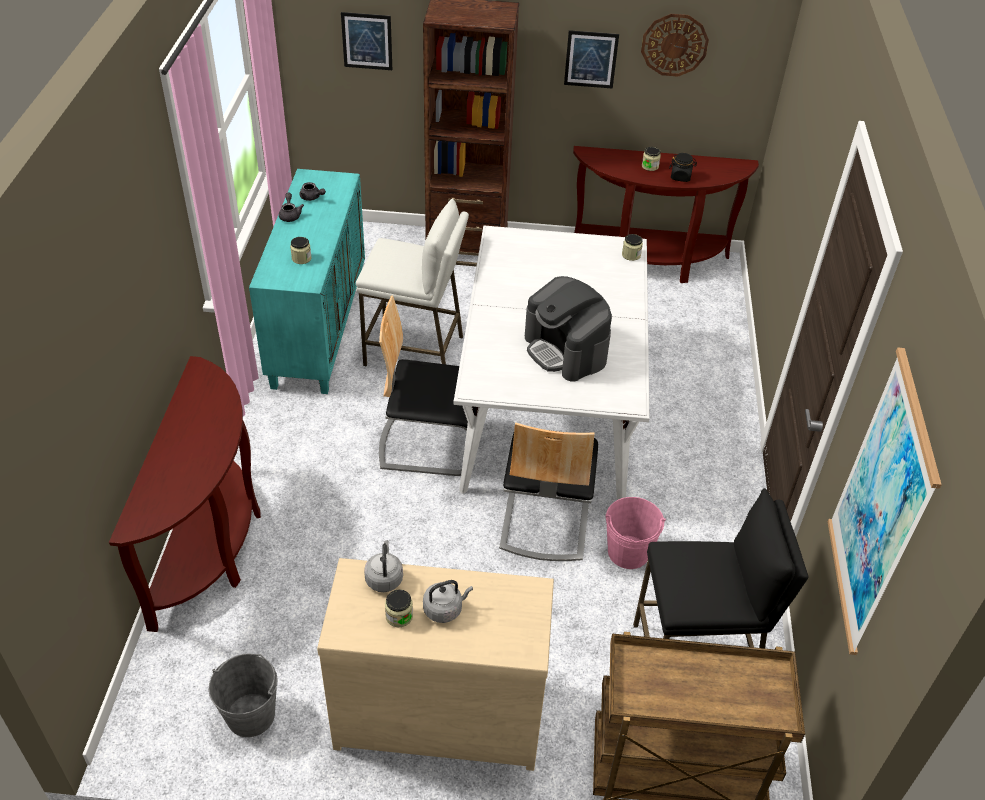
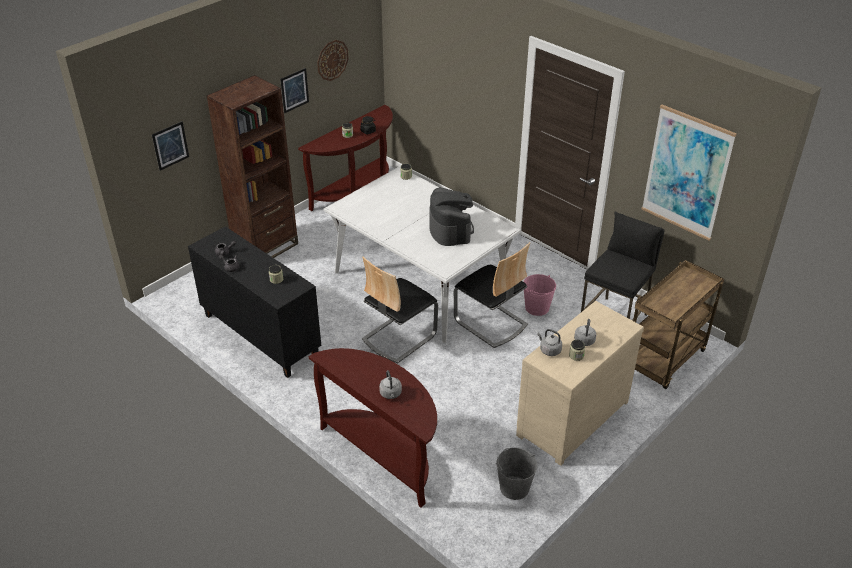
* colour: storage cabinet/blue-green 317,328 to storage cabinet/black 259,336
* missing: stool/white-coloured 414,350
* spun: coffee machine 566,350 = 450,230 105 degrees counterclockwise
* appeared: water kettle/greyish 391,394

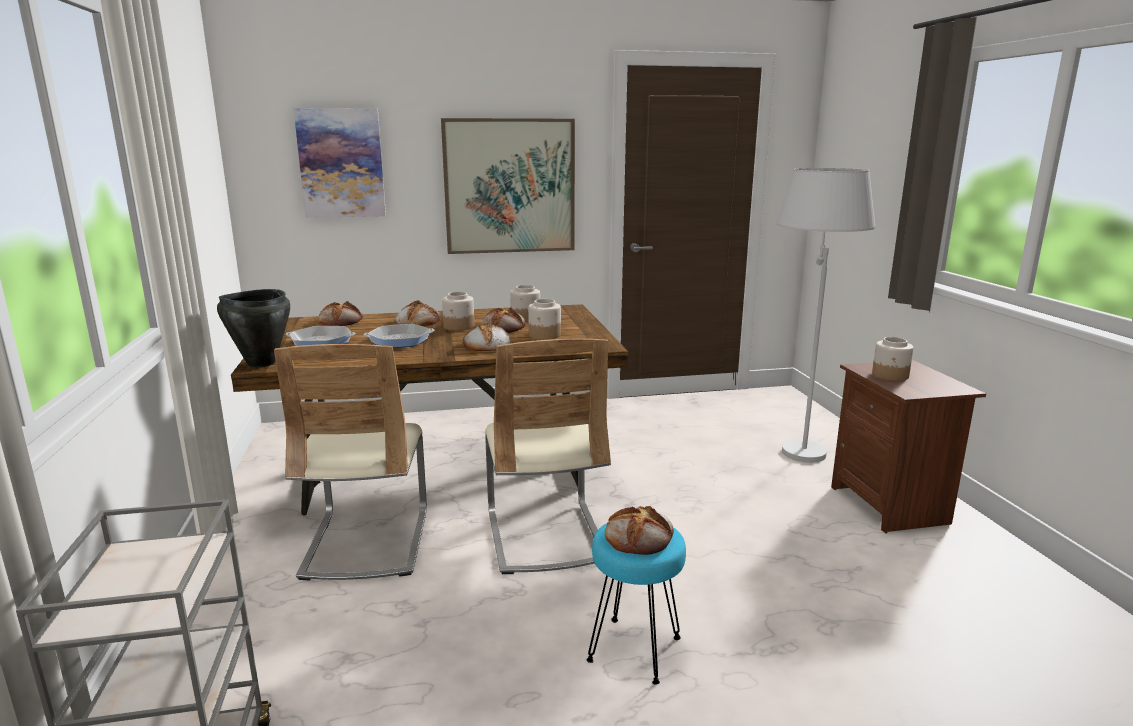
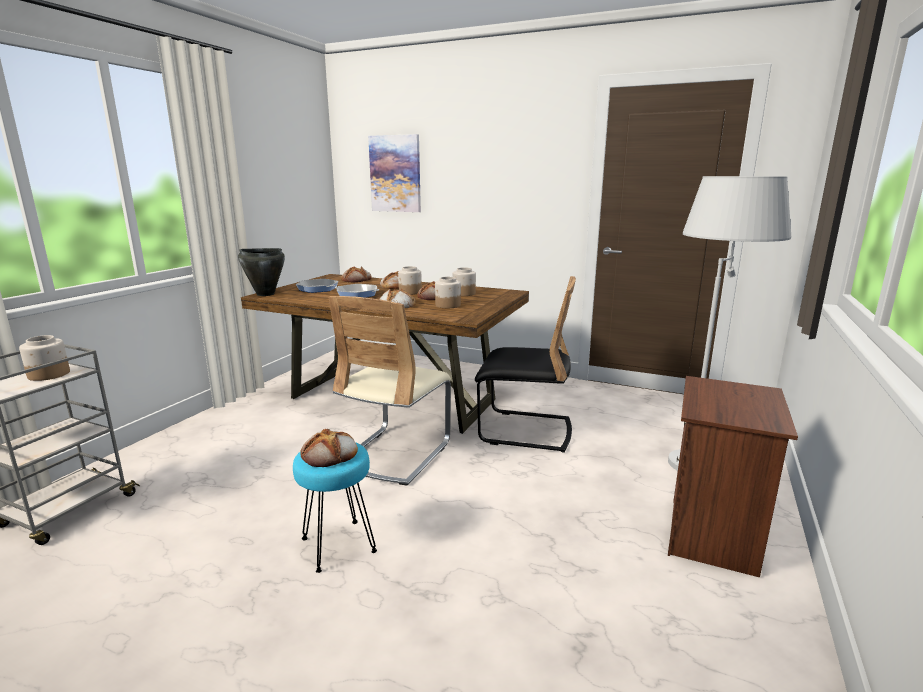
* missing: chair/sand-coloured 366,543
* missing: wall picture 509,186
* relocated: preserve jar 890,375 to 48,374
* appeared: chair/black 525,431

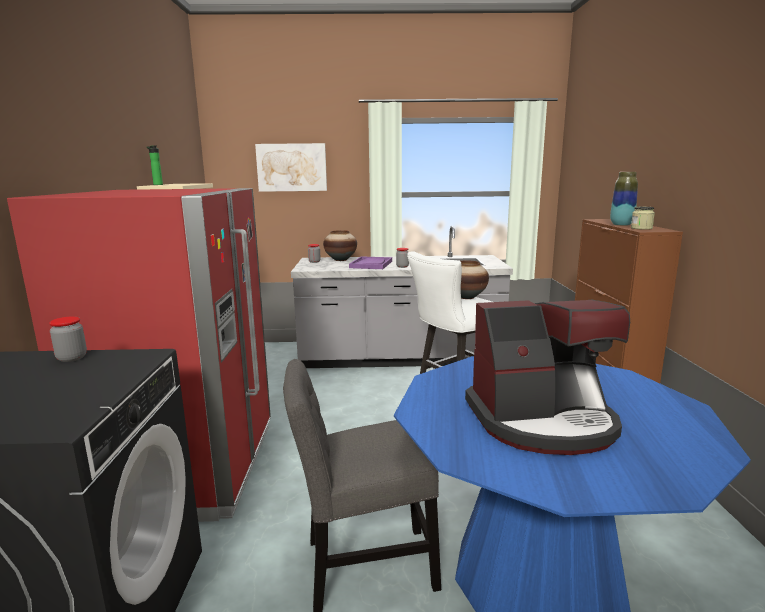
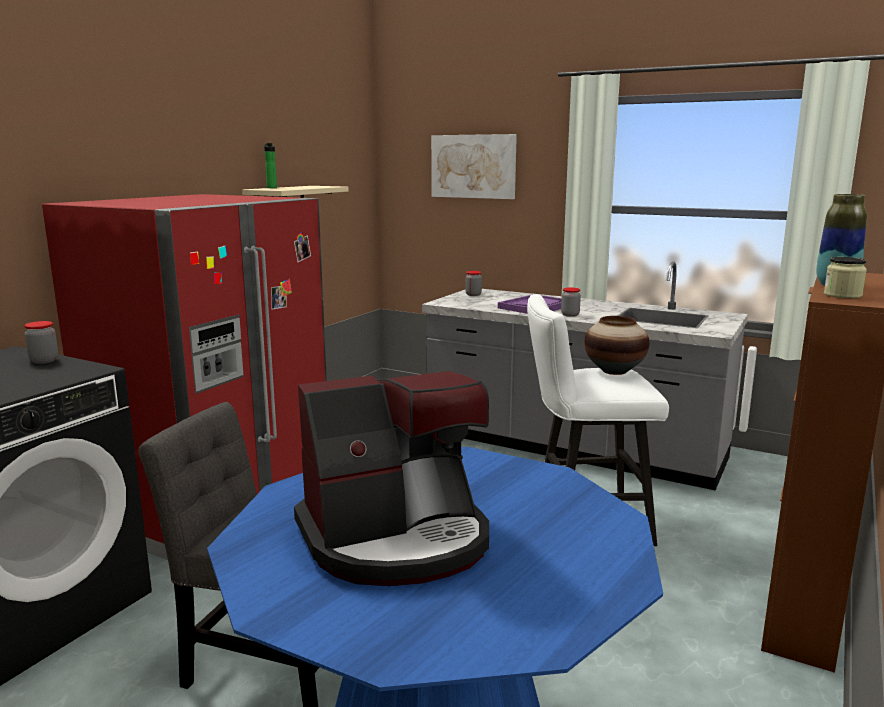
* missing: flower vase 340,260
* spun: coffee machine 542,421 = 397,539 45 degrees counterclockwise

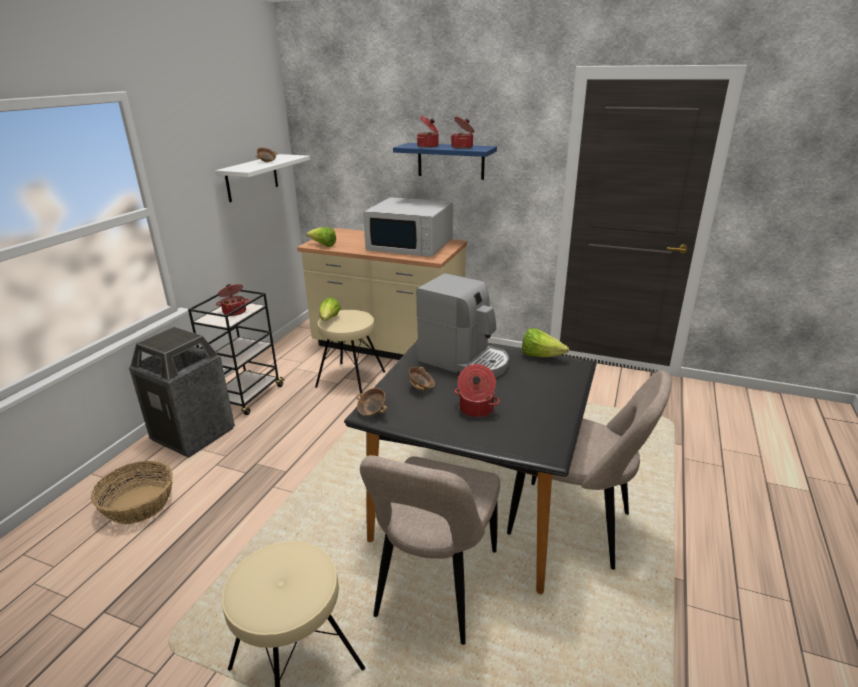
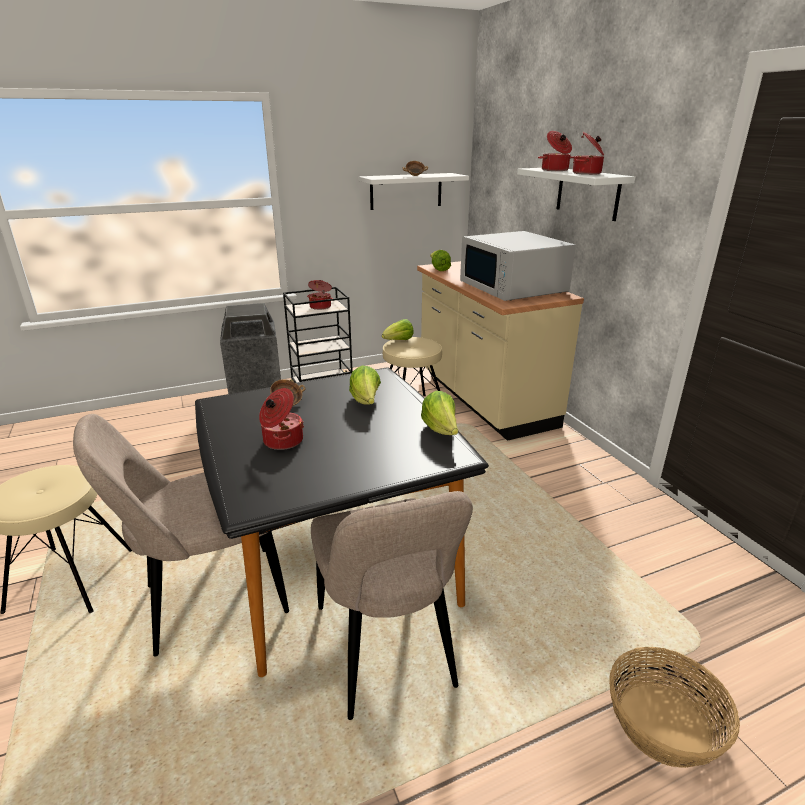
* relocated: storage basket 139,504 to 663,724
* missing: bowl 372,412
* colour: wall shelf/blue 450,161 to wall shelf/white-coloured 587,193
* exchanged: coffee machine 464,361 to head of lettuce 366,401

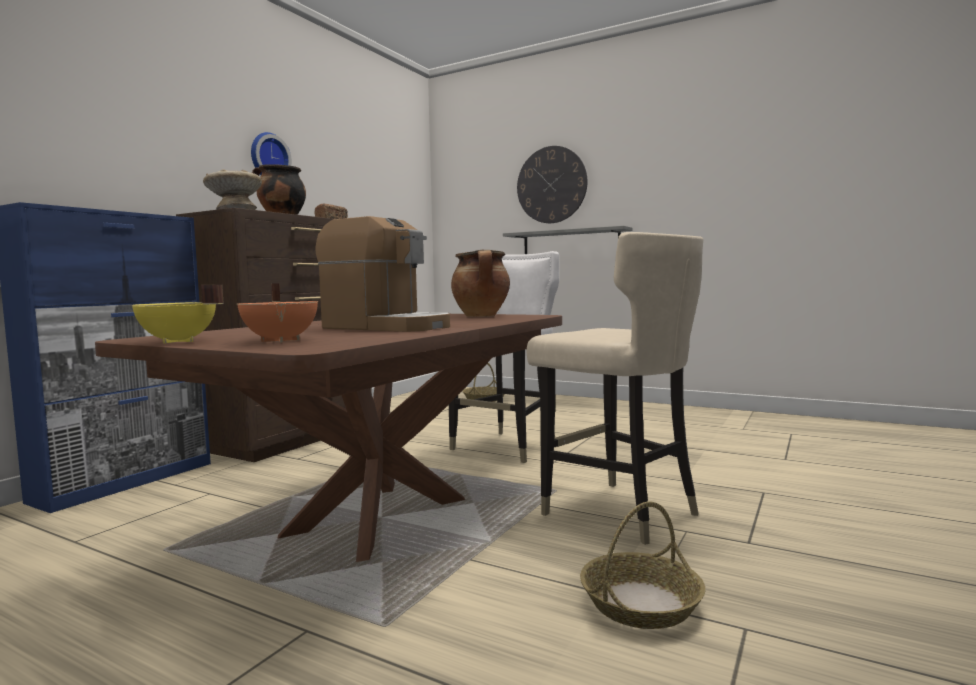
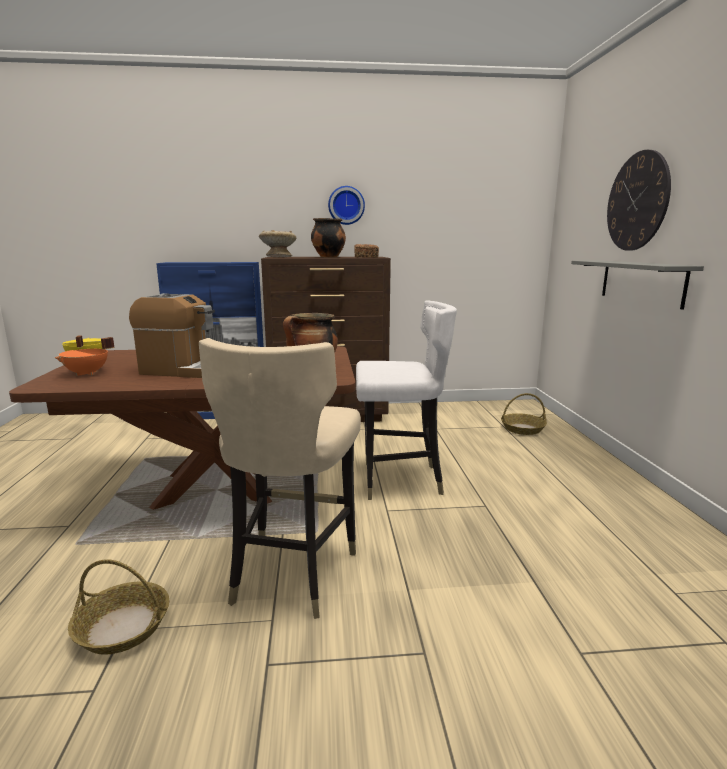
* spun: coffee machine 386,327 = 187,370 75 degrees counterclockwise

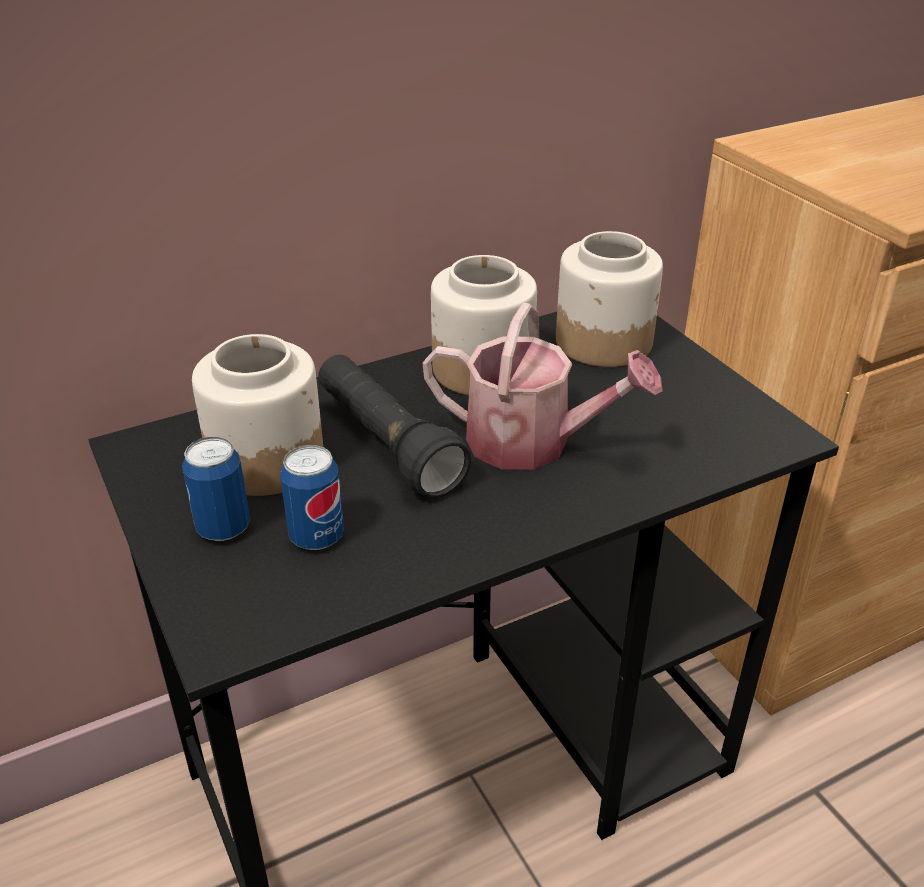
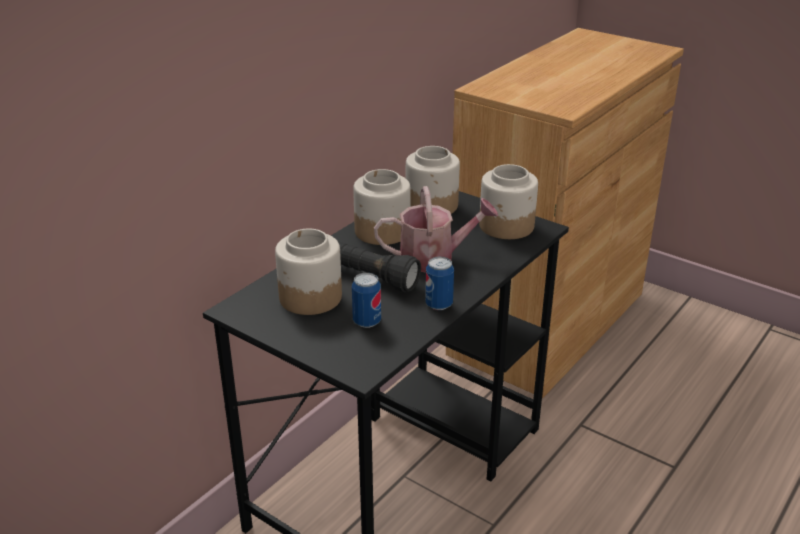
* relocated: can 223,528 to 439,304
* appeared: preserve jar 506,226

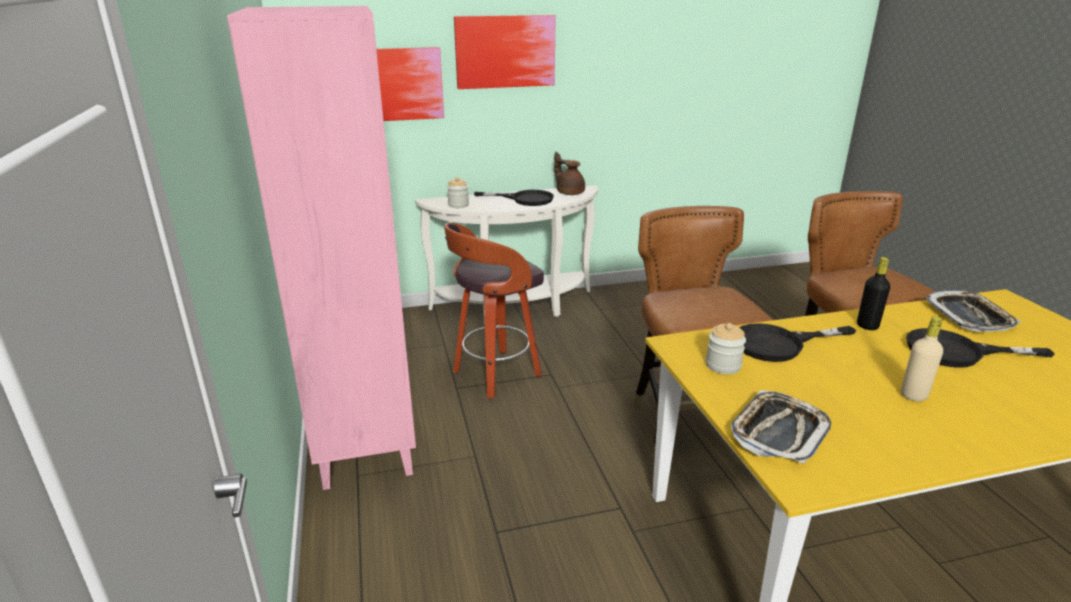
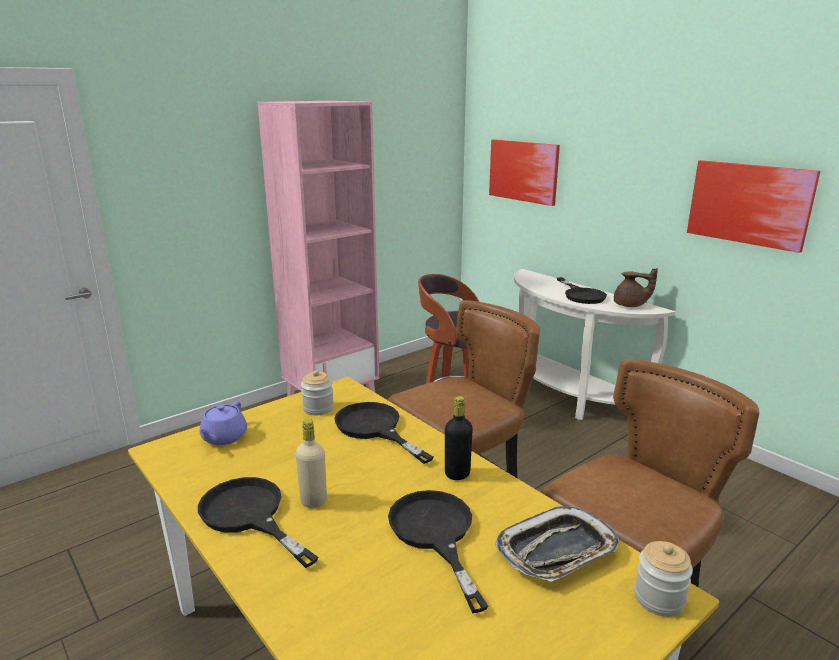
* relocated: preserve jar 458,205 to 659,598
* relocated: wall picture 505,51 to 749,204
* spun: teapot/brown-coloured 569,192 = 630,305 90 degrees clockwise
* exchanged: tray 778,432 to teapot/purple-coloured 223,438
* appeared: skillet/black 249,516

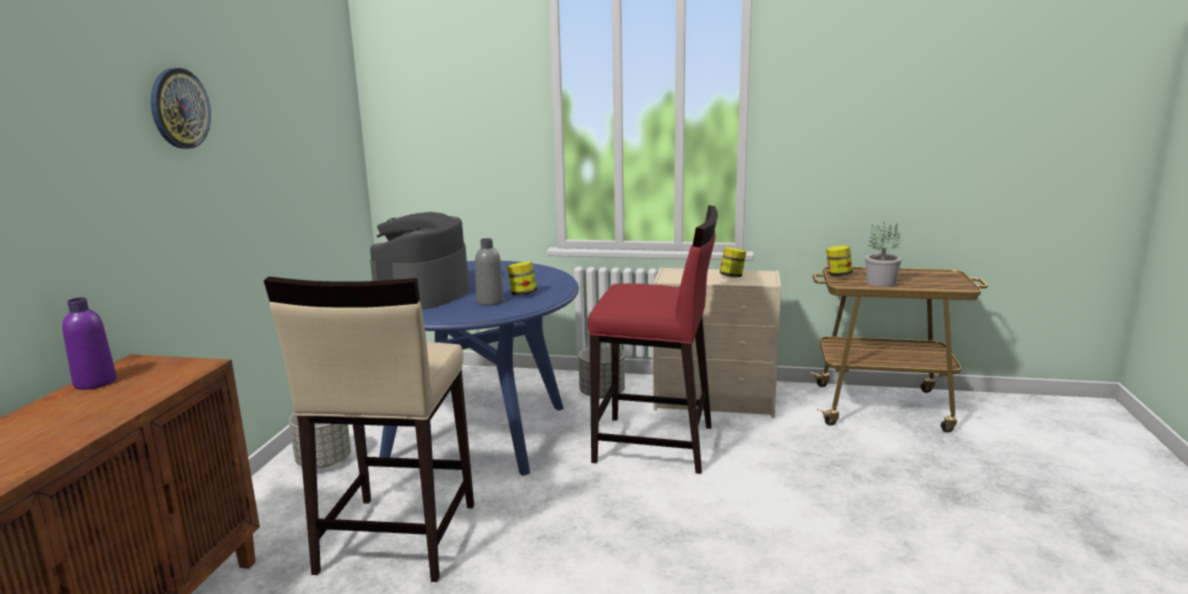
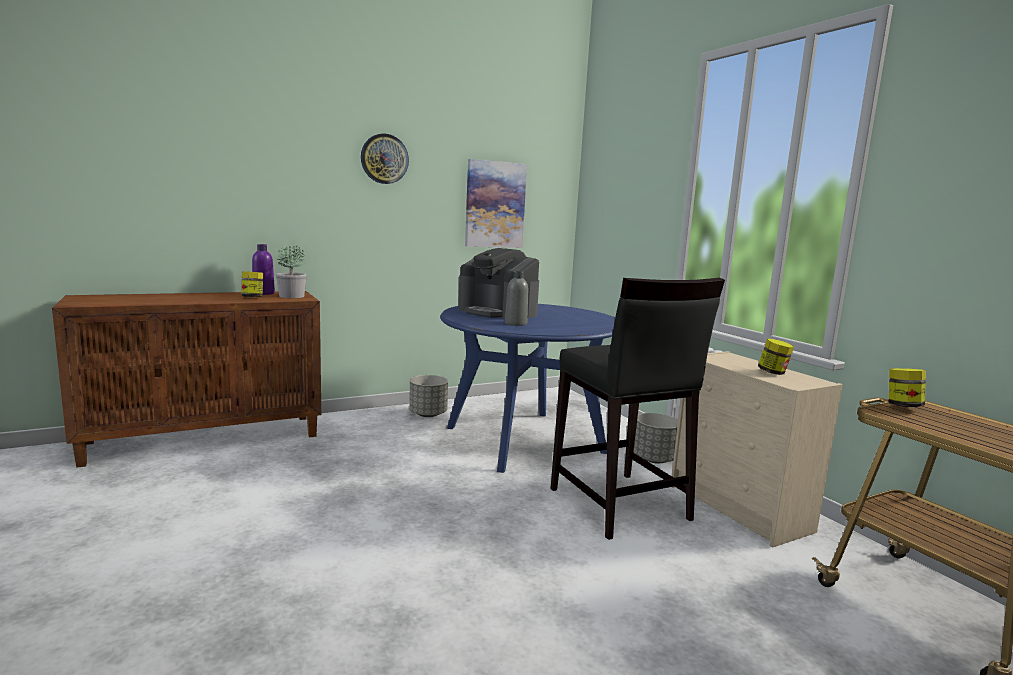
* missing: stool/sand-coloured 396,538
* spun: coffee machine 423,294 = 498,312 120 degrees counterclockwise
* relocated: preserve jar 522,294 to 252,297
* colour: stool/red 655,444 to stool/black 619,505
* relocated: potted plant 881,282 to 292,296
* appeared: wall picture 495,204

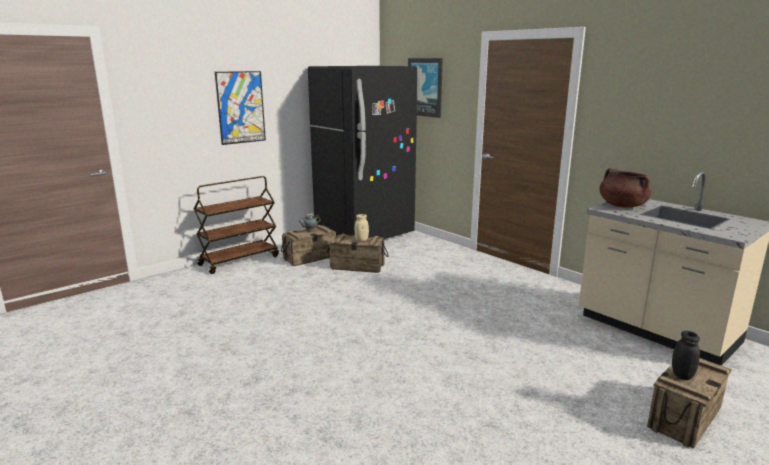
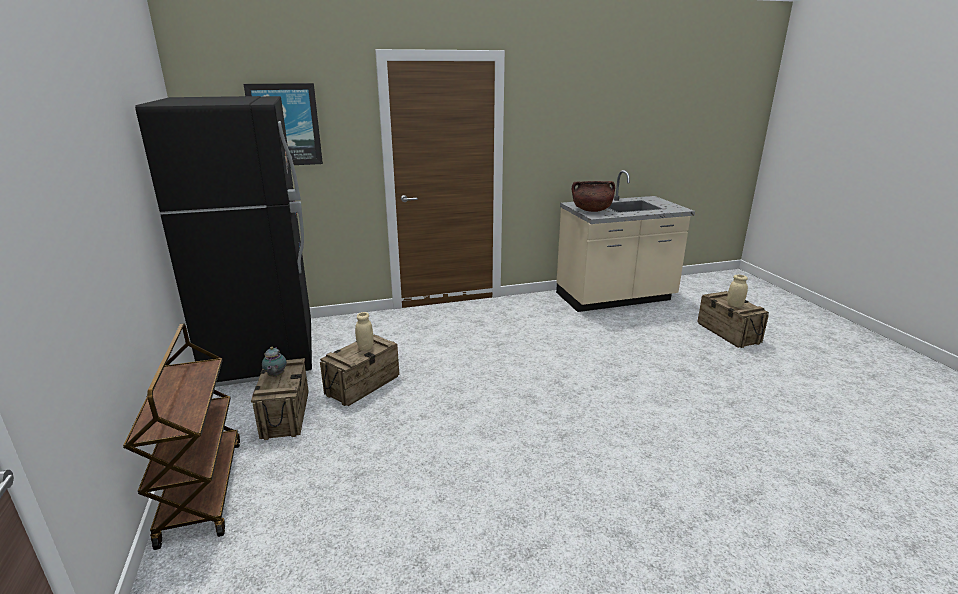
* missing: wall picture 241,107
* colour: preserve jar/black 682,375 to preserve jar/sand-coloured 734,305

